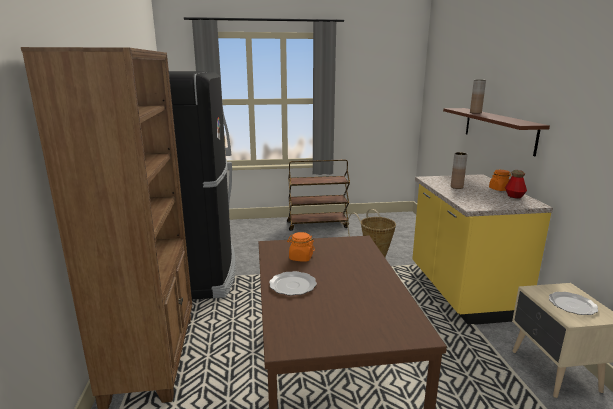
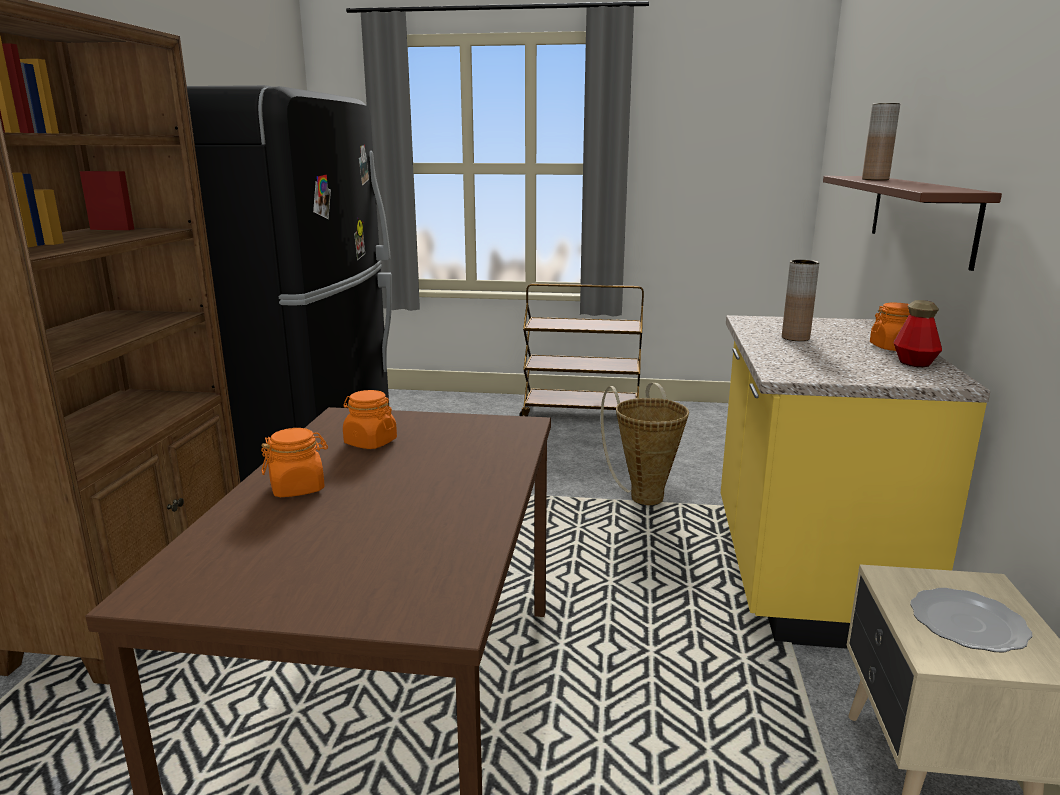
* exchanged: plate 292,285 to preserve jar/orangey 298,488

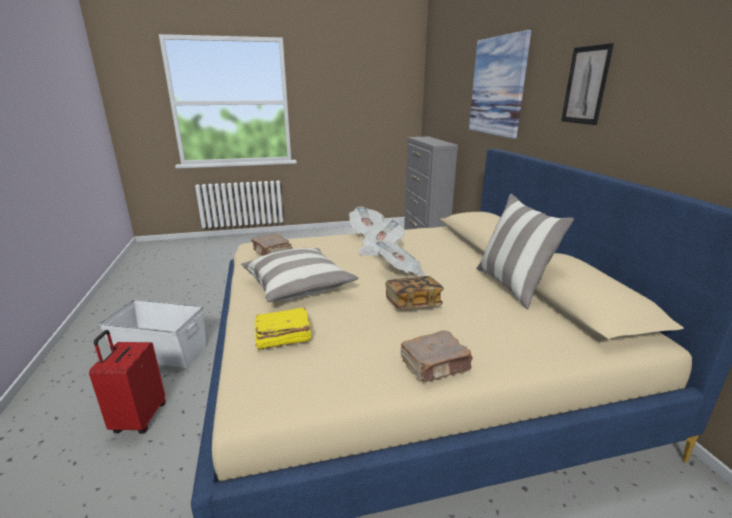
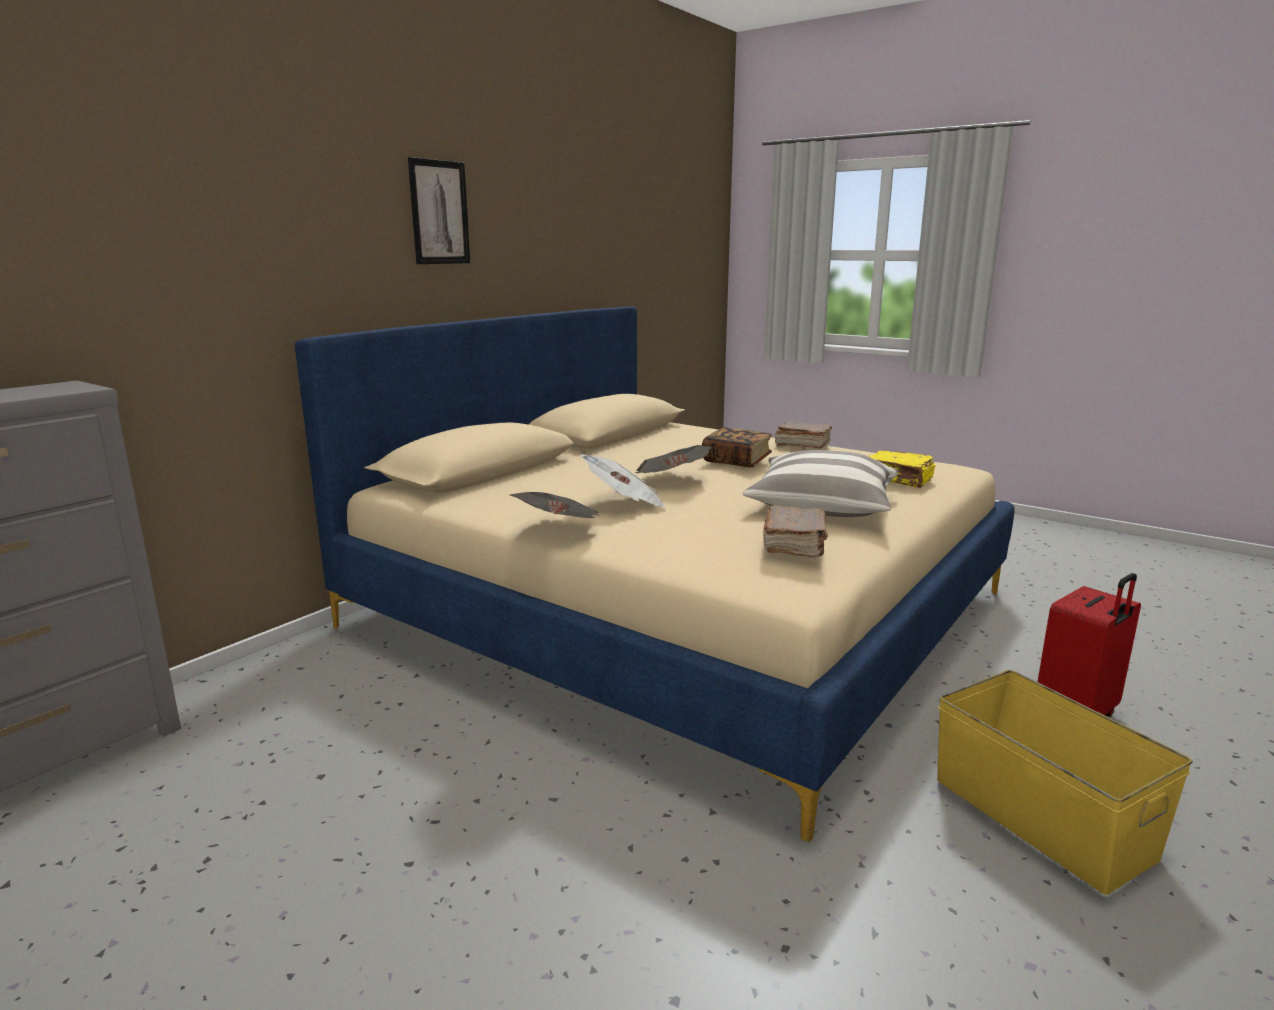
* colour: storage bin/white-coloured 161,351 to storage bin/yellow 1041,818
* missing: wall picture 497,86
* missing: throw pillow 512,286

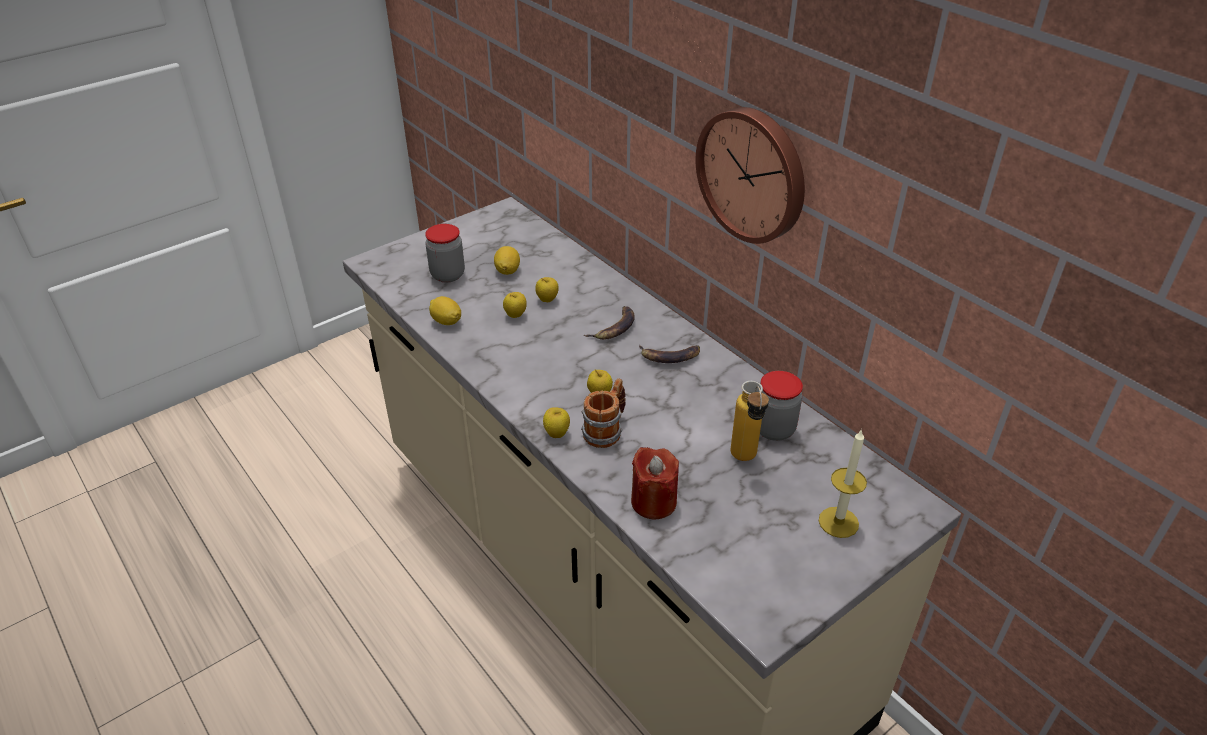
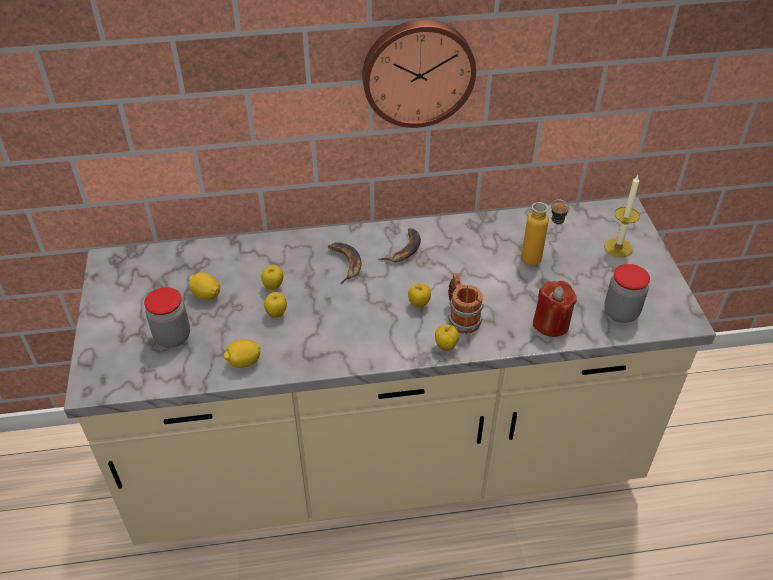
* relocated: preserve jar 774,429 to 621,312

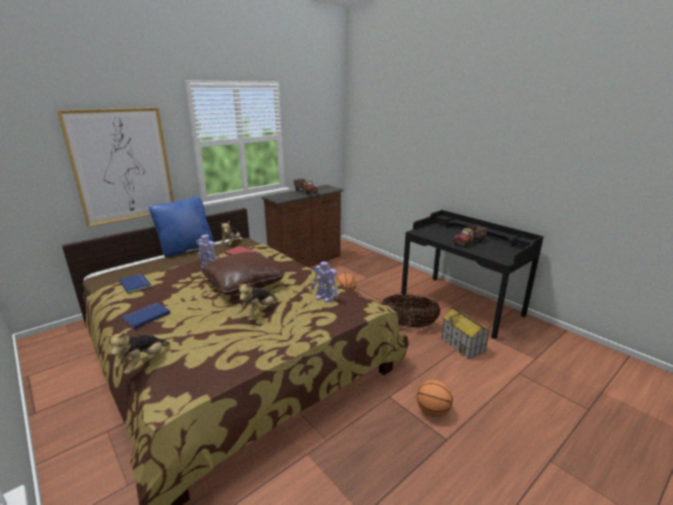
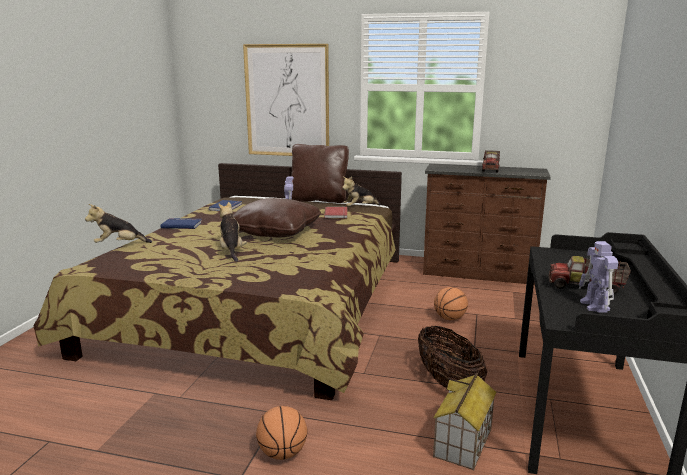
* colour: throw pillow/blue 186,249 to throw pillow/brown-coloured 319,200
* spun: soft toy 258,312 = 231,251 75 degrees clockwise
* relocated: model robot 325,298 to 595,306

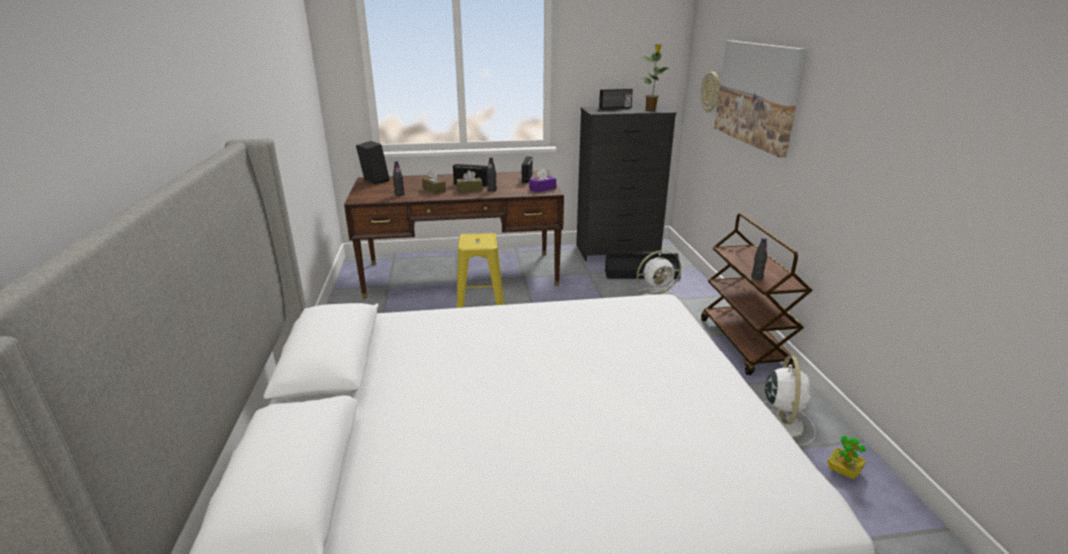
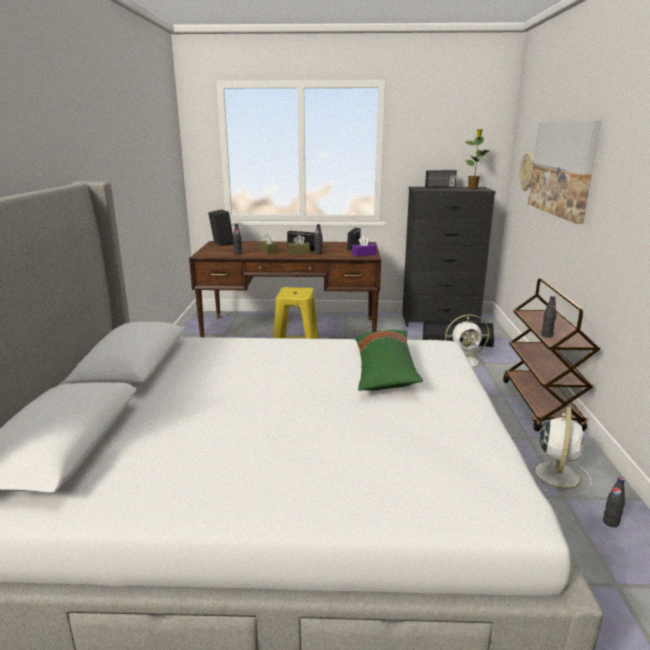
* exchanged: potted plant 843,471 to bottle/black 610,522
* appeared: throw pillow/green-coloured 384,371

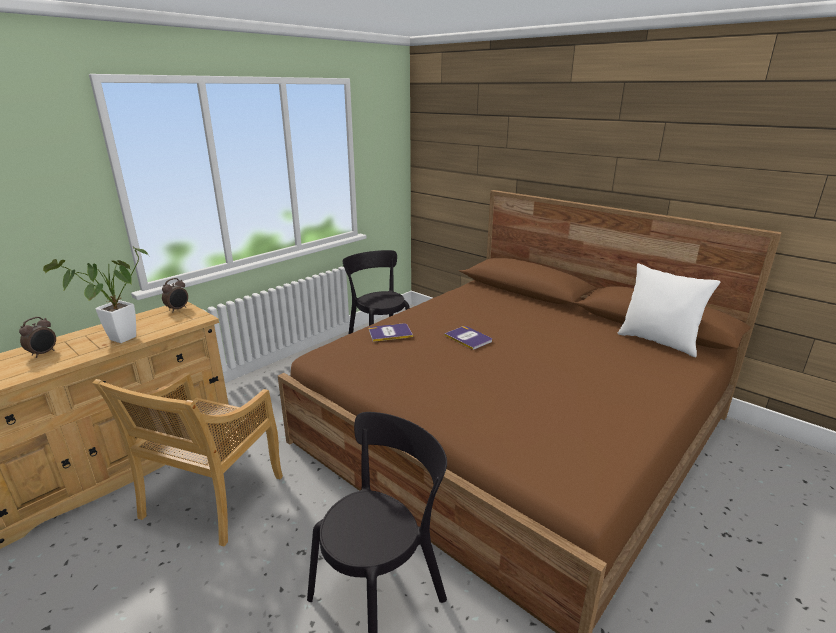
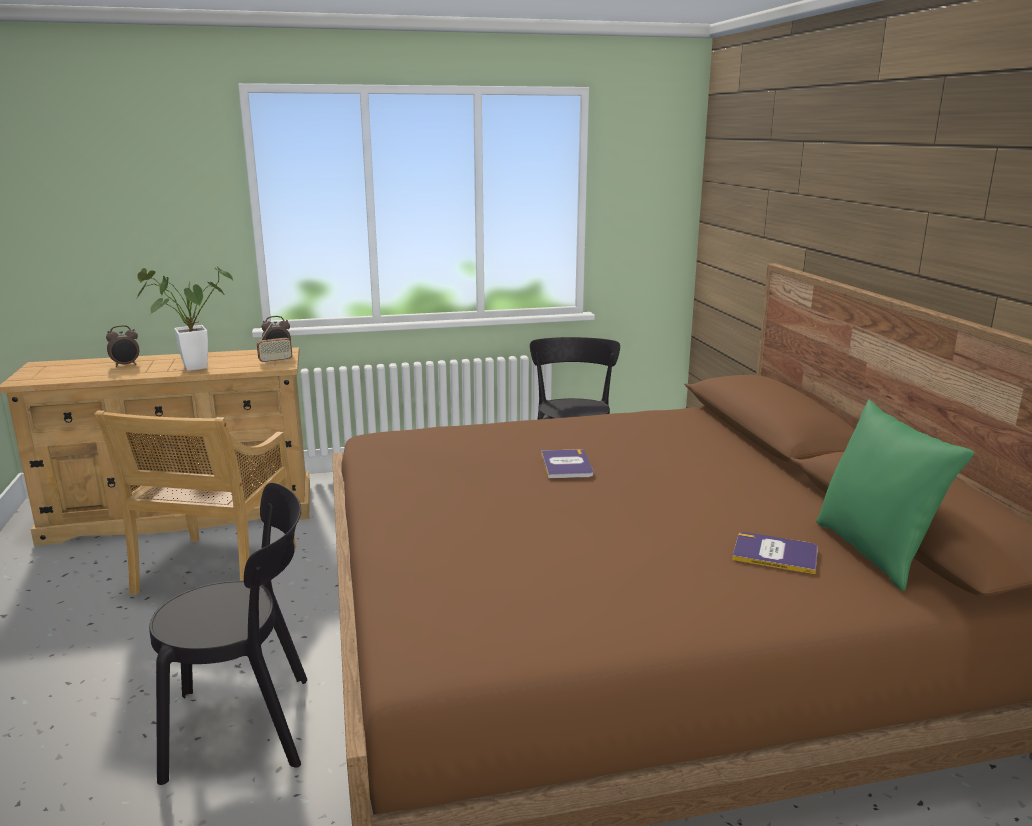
* spun: chair/sand-coloured 212,499 = 216,572 45 degrees counterclockwise
* relocated: bound book 390,333 to 775,554
* colour: throw pillow/white-coloured 658,341 to throw pillow/green-coloured 874,552
* appeared: radio receiver 275,361

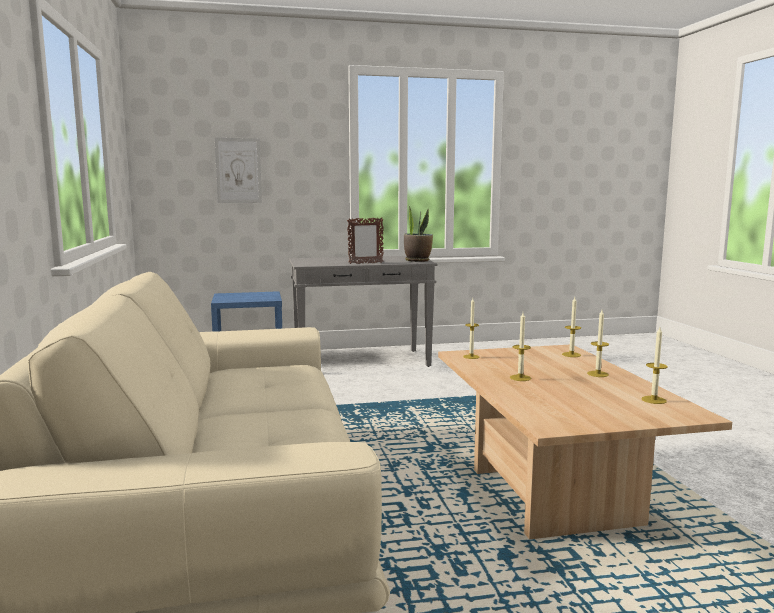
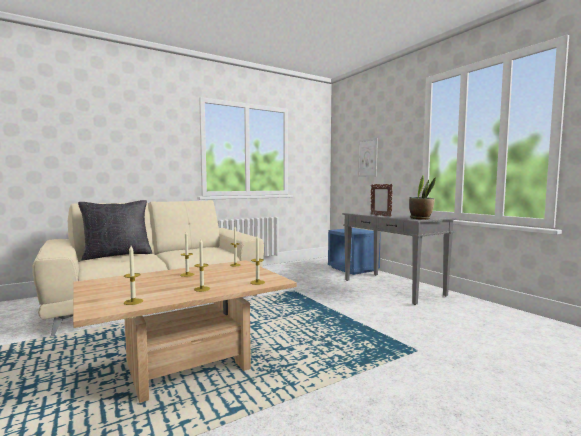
* appeared: throw pillow/black 117,255

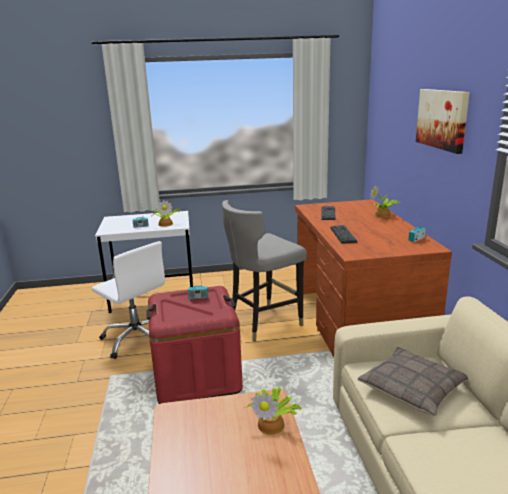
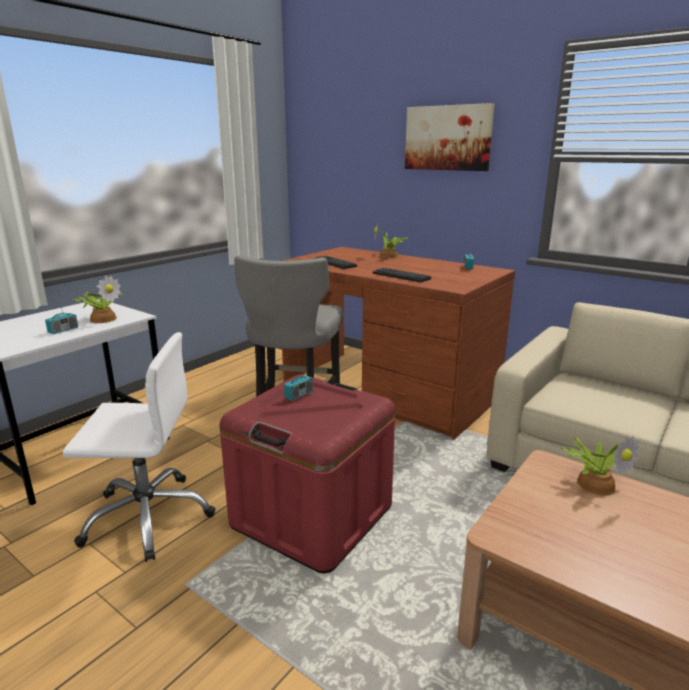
* missing: throw pillow 413,388

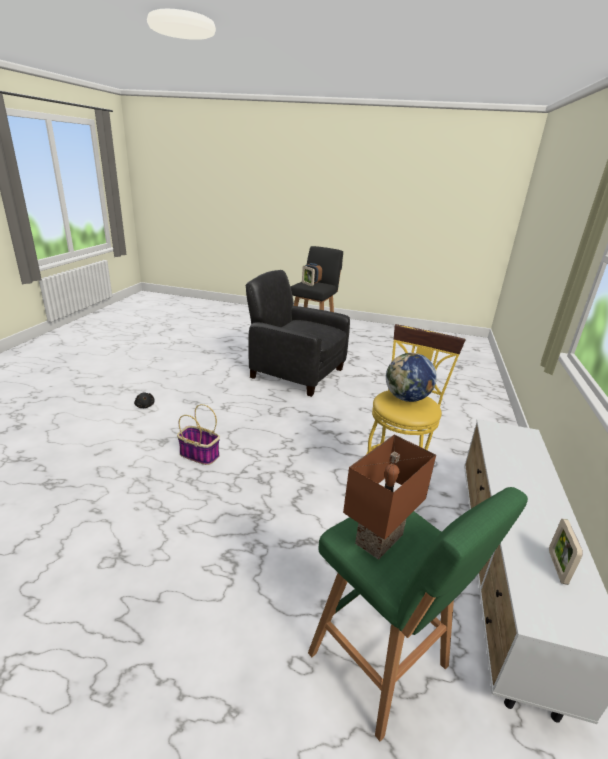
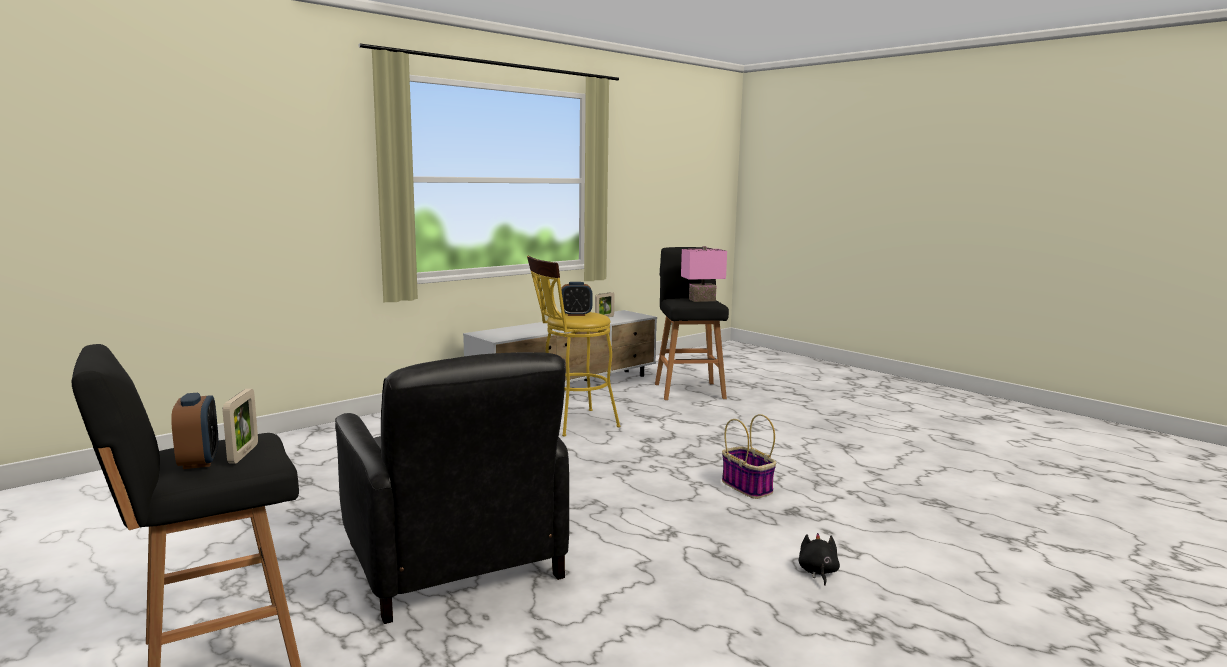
* colour: stool/green-coloured 382,663 to stool/black 689,390
* colour: tabletop lamp/brown-coloured 377,537 to tabletop lamp/pink 702,300
* exchanged: globe 406,398 to bedside clock 576,314

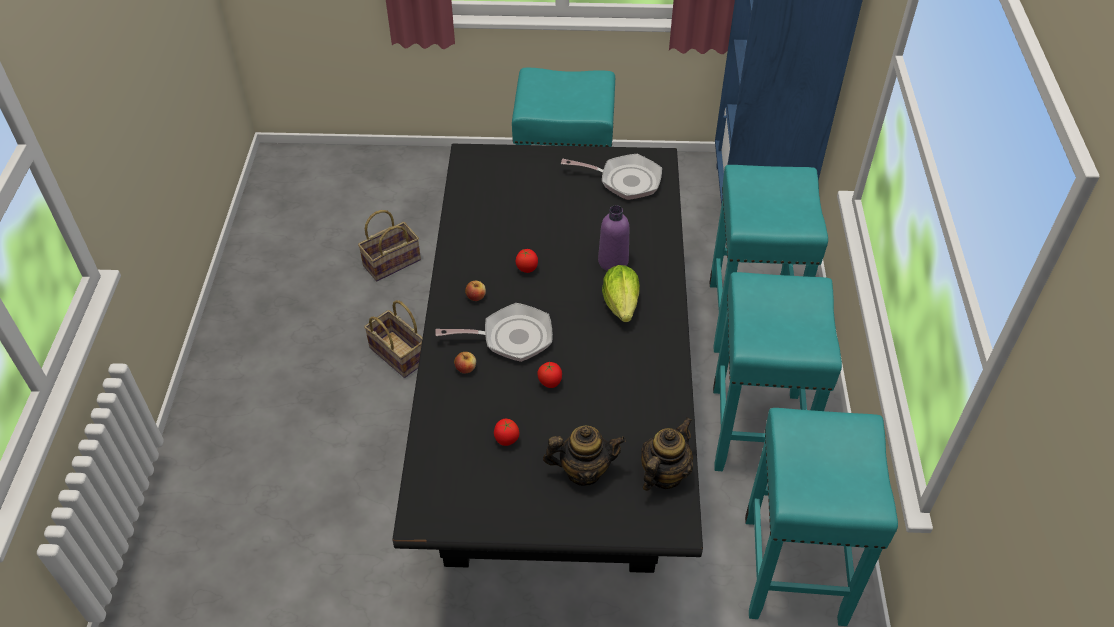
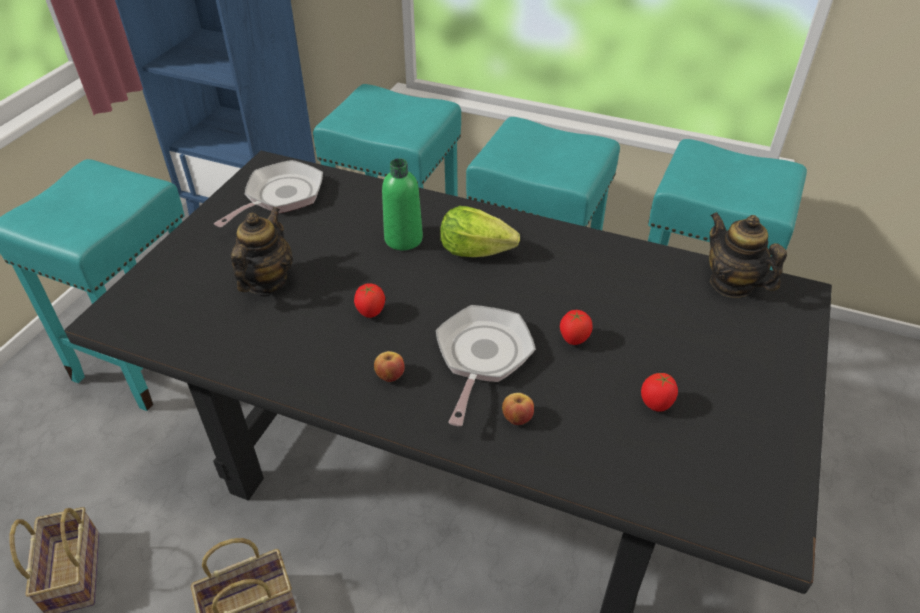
* relocated: teapot 583,470 to 266,281
* colour: bottle/purple-coloured 613,261 to bottle/green-coloured 403,239

